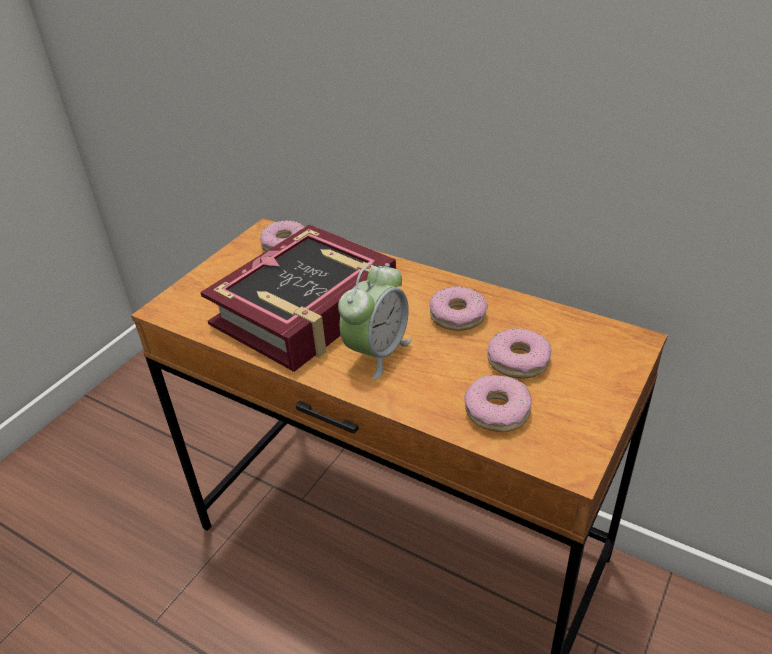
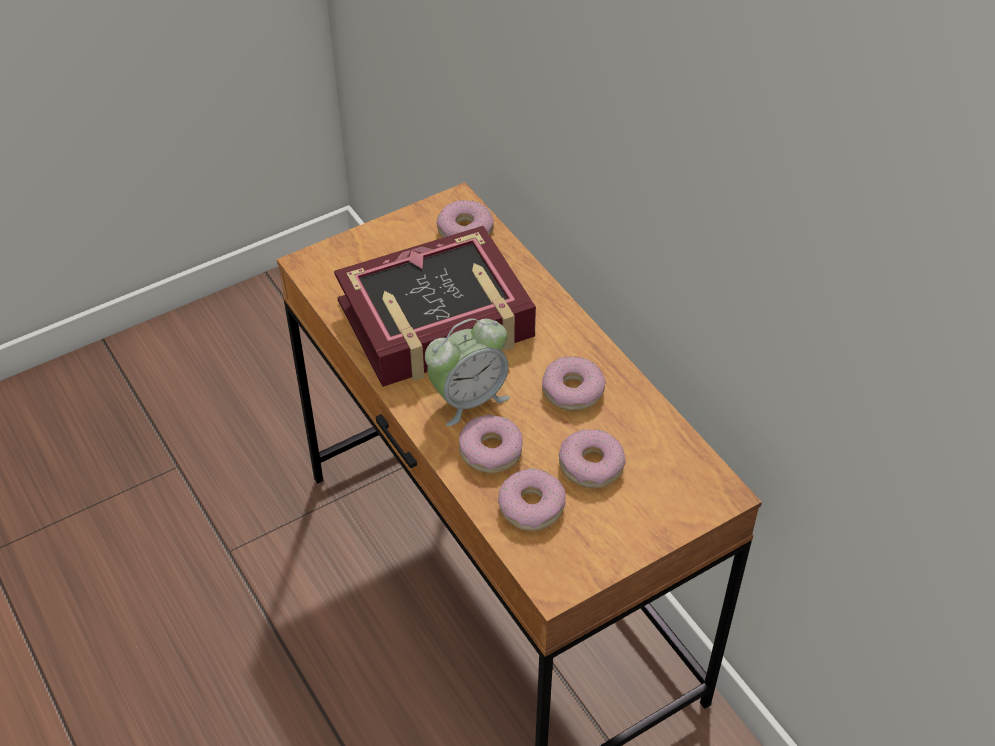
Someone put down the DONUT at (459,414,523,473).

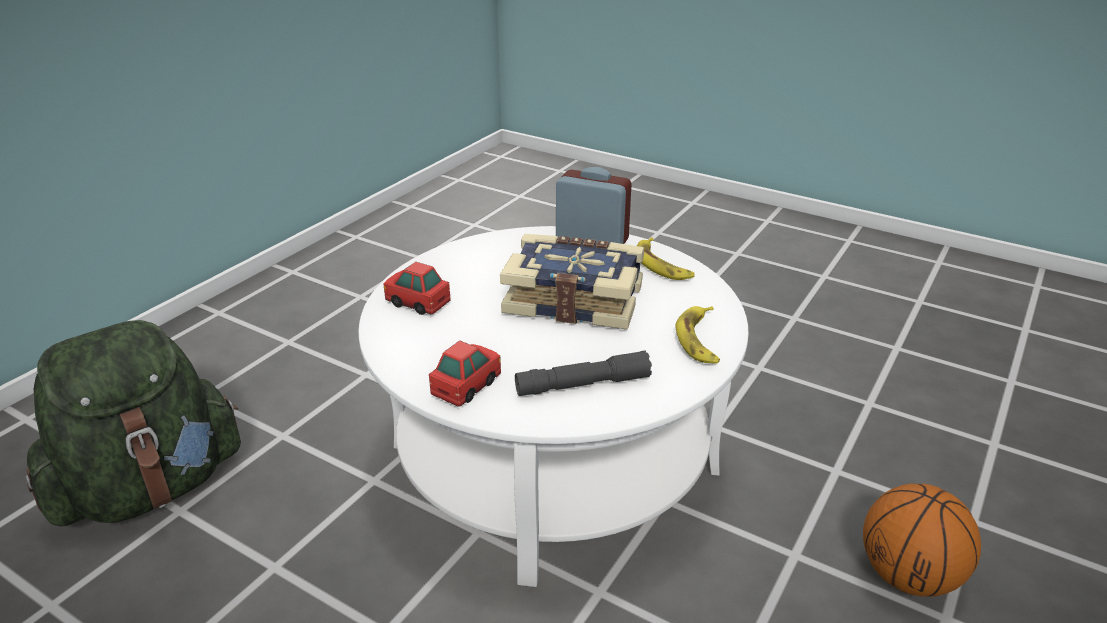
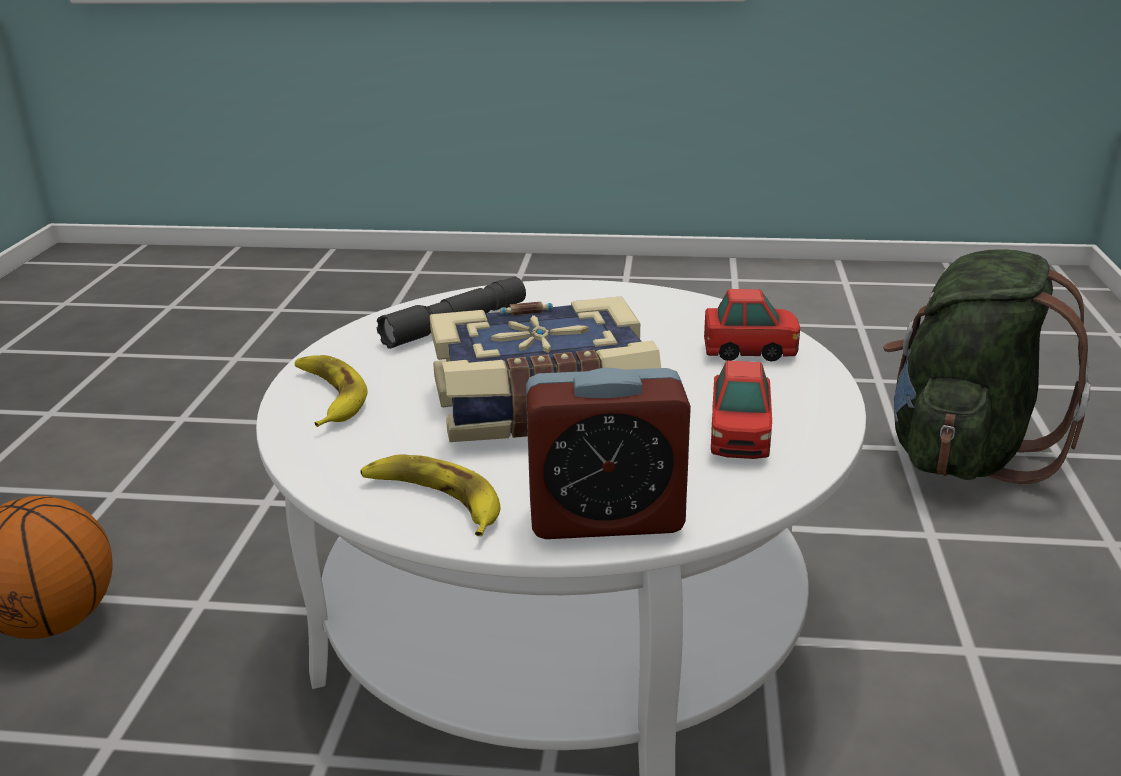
Someone carried the TOY CAR from (429,341,501,406) to (711,361,772,459).

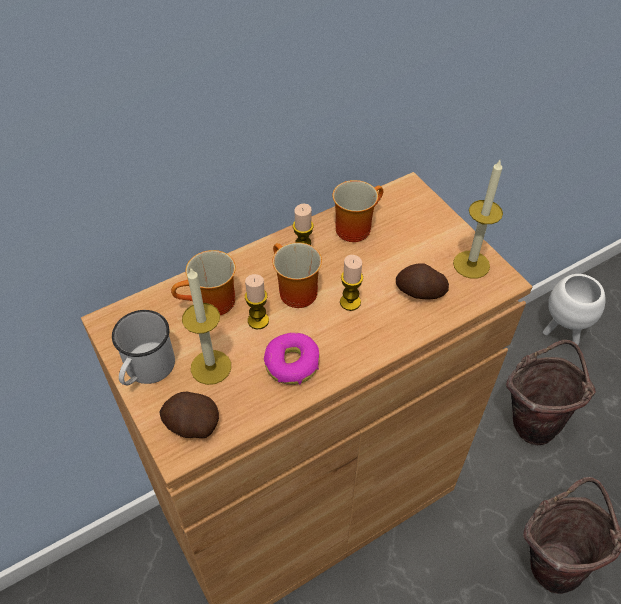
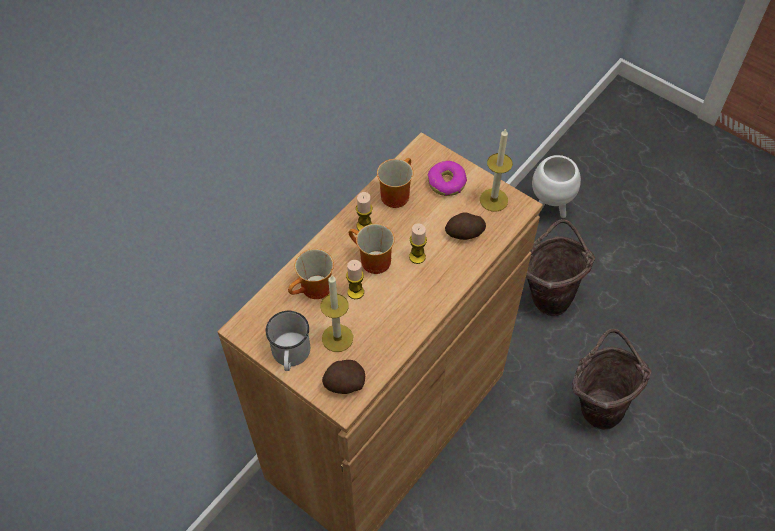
Someone carried the DONUT from (264,333,320,385) to (428,161,467,196).

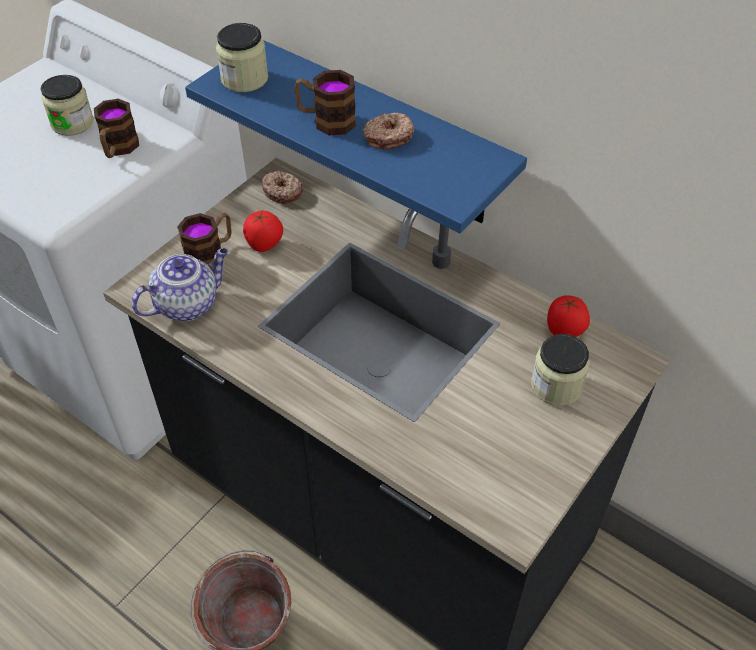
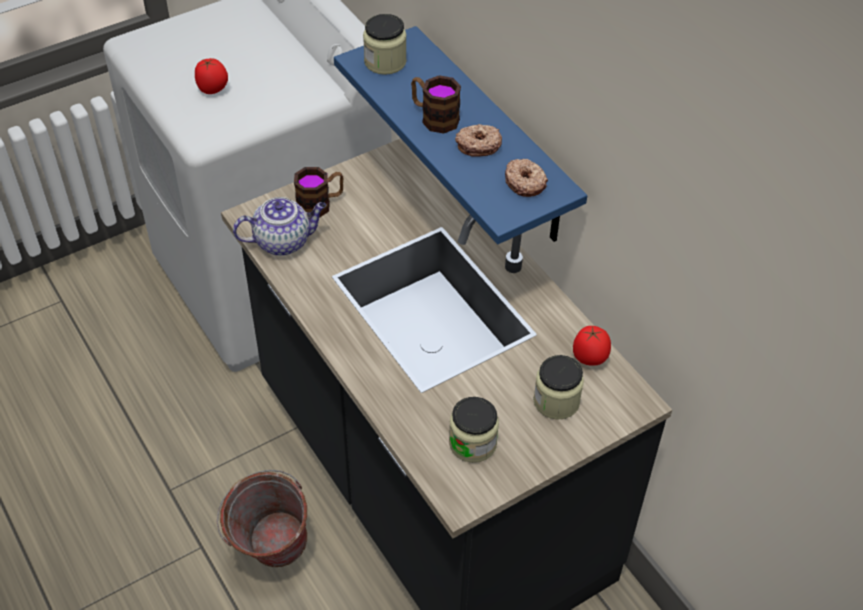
Someone carried the TOMATO from (243,211,283,252) to (195,58,228,94).
Someone carried the JAR from (40,75,94,136) to (449,397,499,463).
Someone carried the DONUT from (262,171,303,204) to (505,159,548,197).
Someone took away the COFFEE MUG at (94,99,139,158).

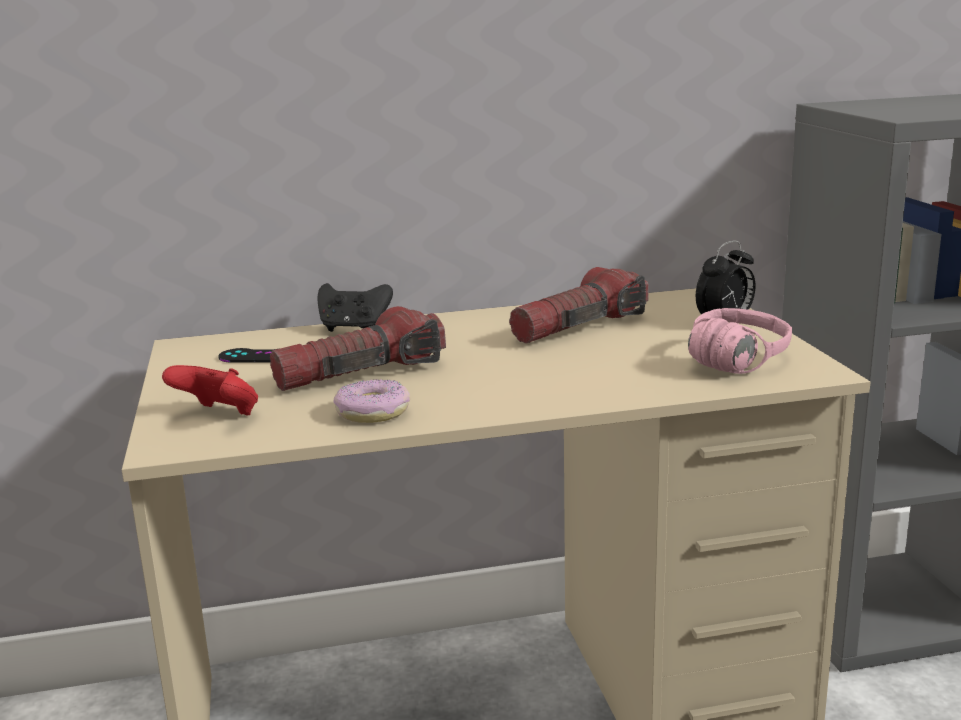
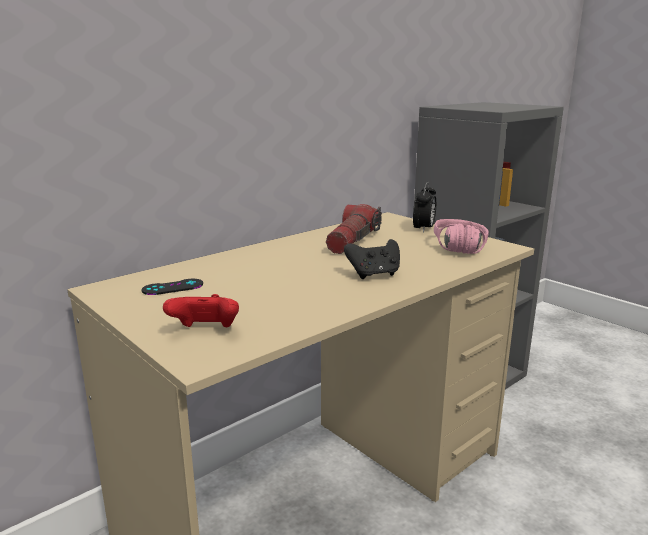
Someone carried the BLACKISH GAME CONTROLLER from (317,283,393,332) to (344,239,400,279).
Someone took away the FLASHLIGHT at (270,306,446,391).
Someone took away the DONUT at (334,379,410,423).

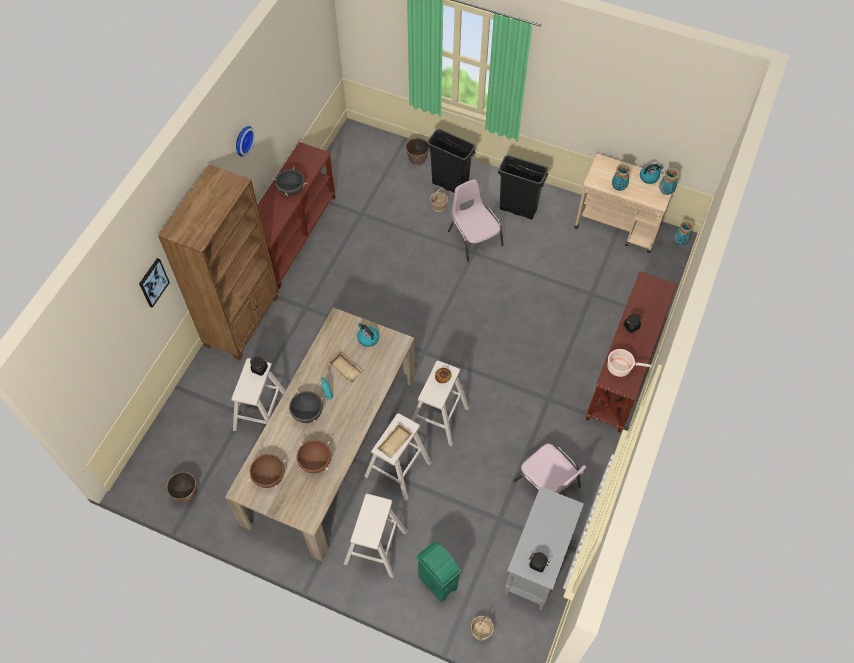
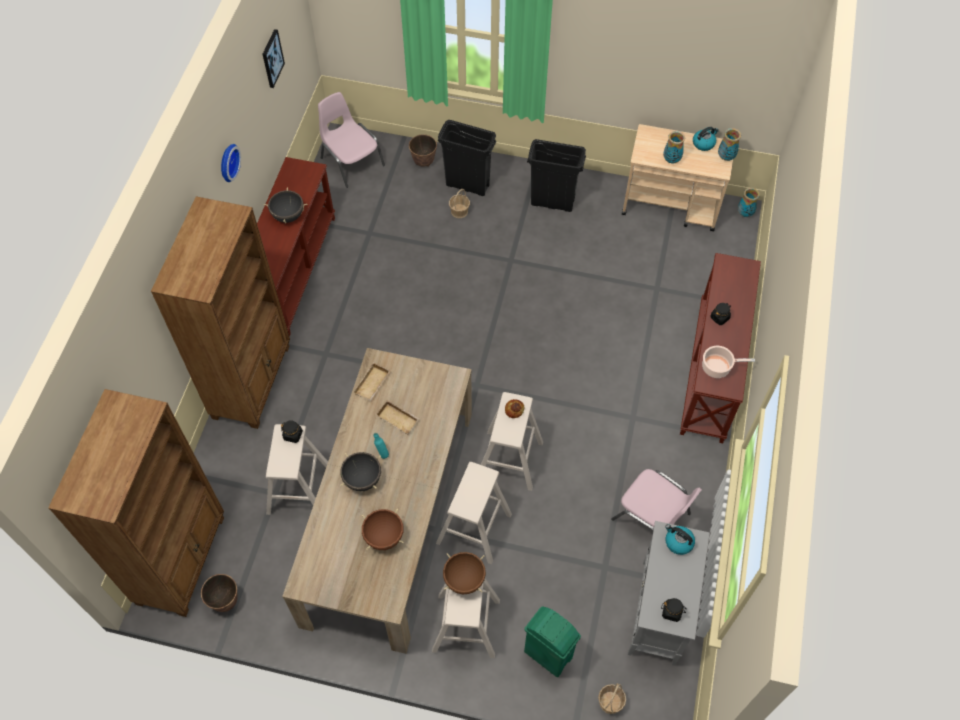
Someone put down the BROWN-COLOURED BOOKSHELF at (48,389,224,617).
Someone carried the WALL ART from (139,258,170,308) to (262,29,285,88).
Someone carried the PINK-COLOURED PLAIN CHAIR from (448,179,504,262) to (318,92,385,188).
Someone carried the SAND-COLOURED TRAY from (377,424,413,459) to (353,362,391,401).
Someone carried the BROWN-COLOURED SAUCEPOT from (247,453,286,488) to (443,552,486,594).
Someone carried the KETTLE from (357,323,379,347) to (665,524,695,555).

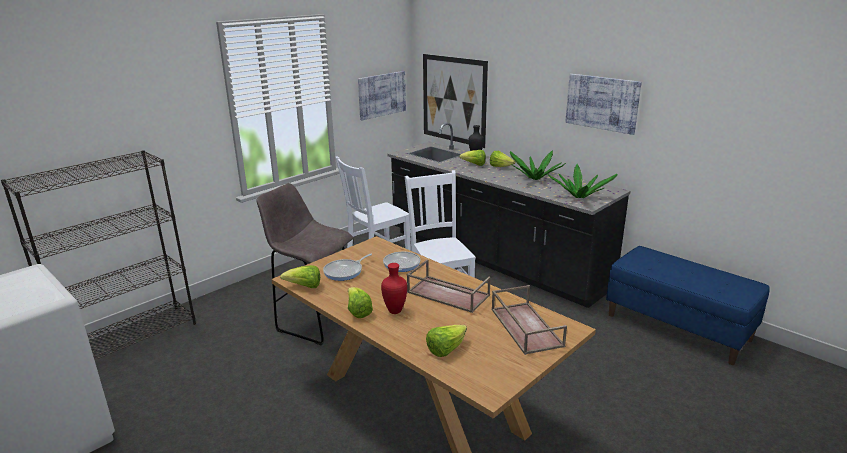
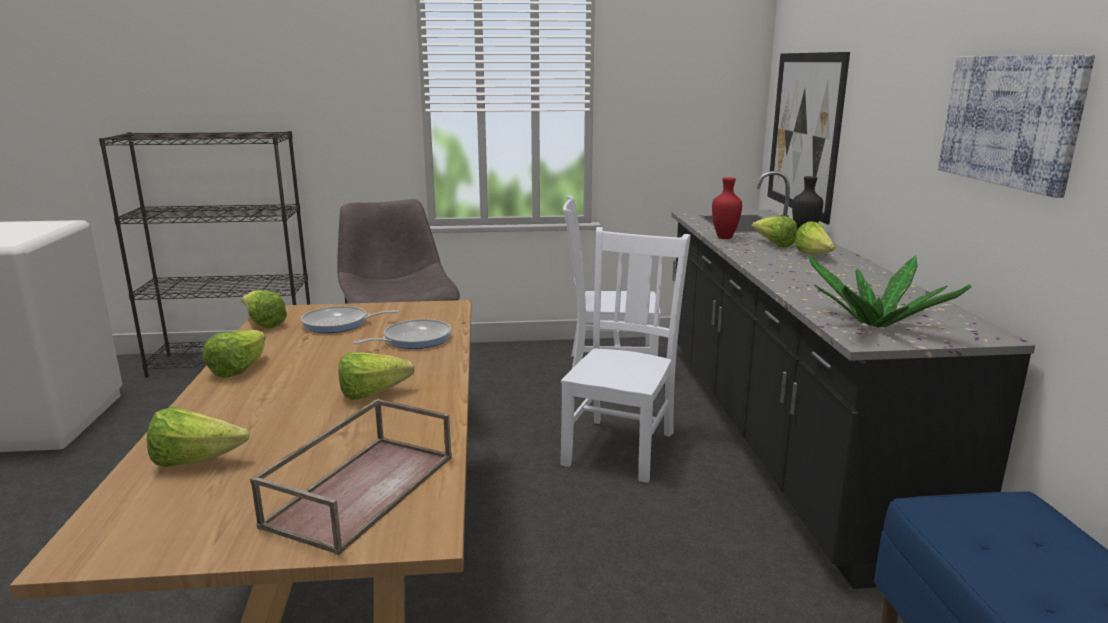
Someone swapped the BROWN-COLOURED TRAY at (407,260,491,313) for the HEAD OF LETTUCE at (338,352,415,400).
Someone carried the RED-COLOURED FLOWER VASE from (381,263,407,314) to (712,177,742,239).
Someone took away the WALL ART at (358,71,406,120).
Someone took away the PLANT IN A POT at (510,150,566,180).

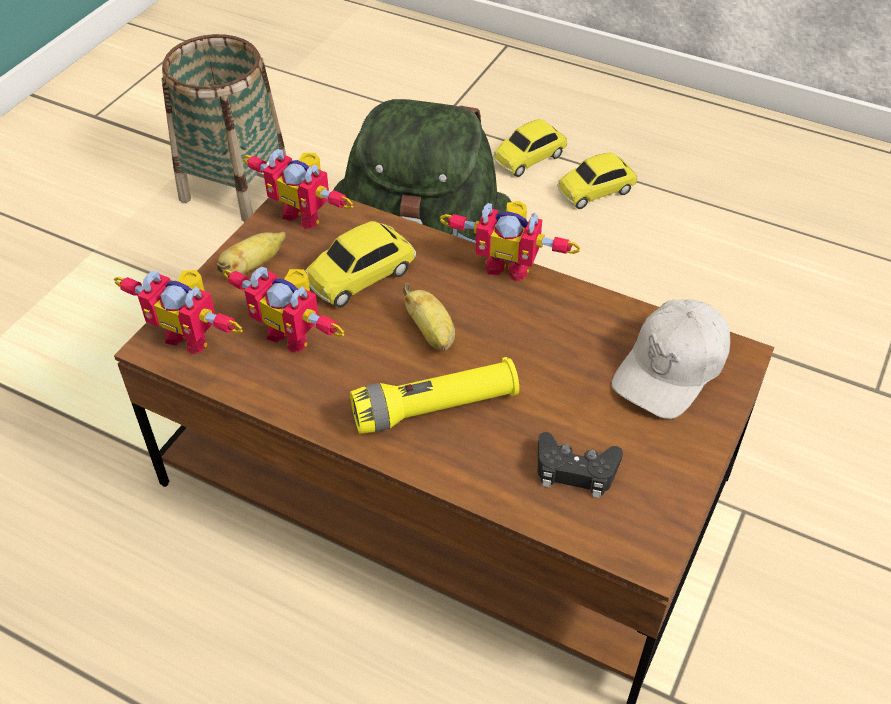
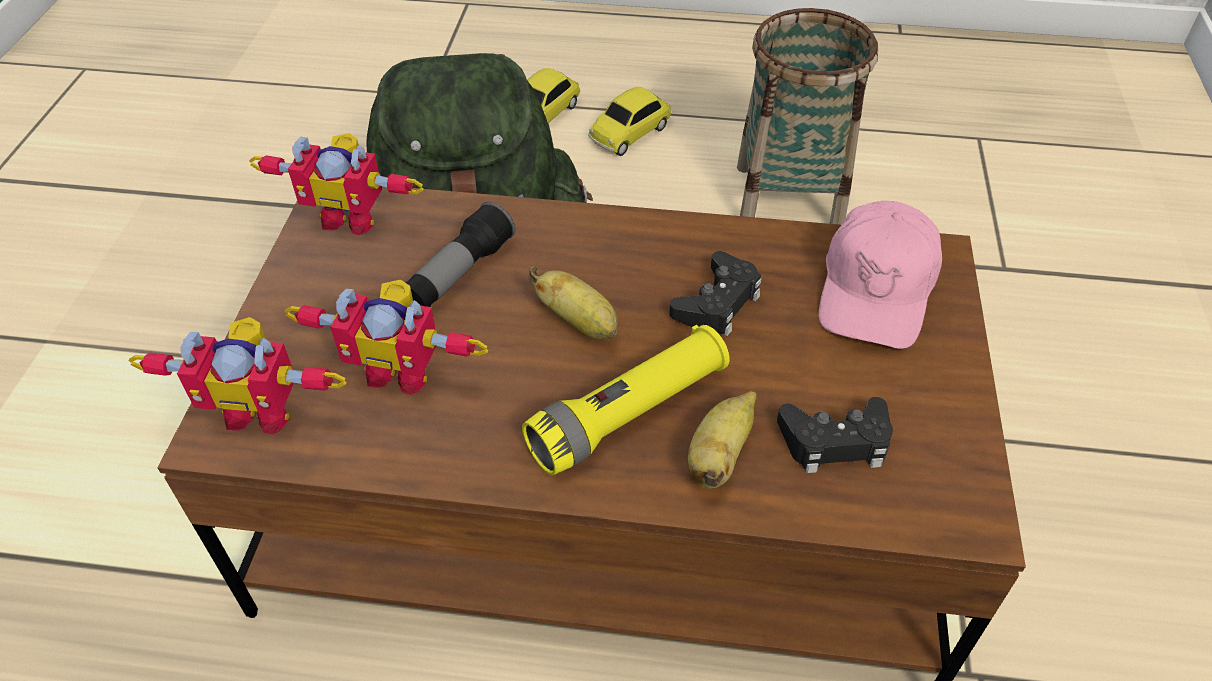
Someone swapped the TOY CAR at (305,221,416,308) for the FLASHLIGHT at (405,202,515,307).
Someone put down the BLACKISH GAME CONTROLLER at (669,251,761,336).
Someone carried the WHOLE BANANA from (217,231,286,275) to (688,391,757,489).
Someone carried the STORAGE BASKET from (162,34,286,222) to (737,8,878,225).
Someone repainted the WHITISH CAP at (612,299,731,419), which became the PINK-COLOURED CAP at (818,201,942,349).
Someone took away the MODEL ROBOT at (440,201,580,282).

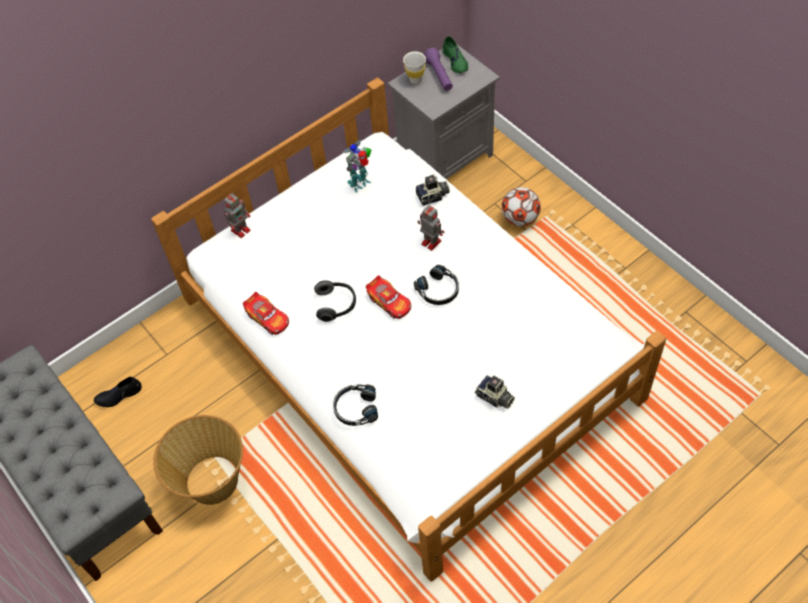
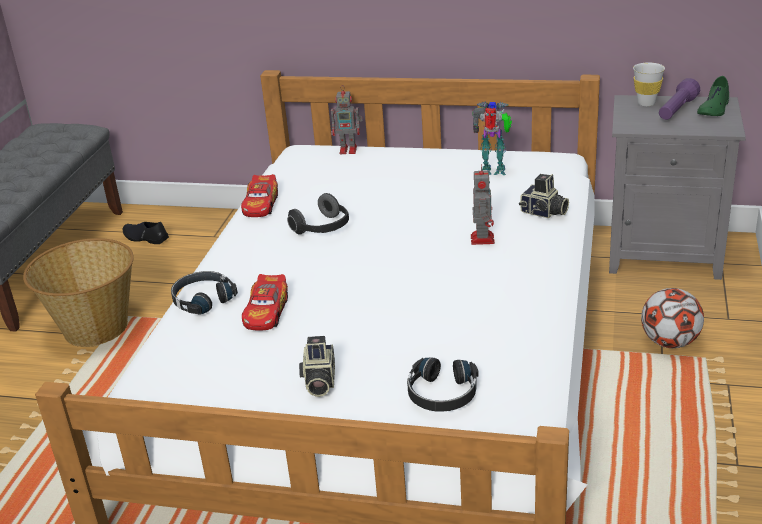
Someone carried the TOY CAR from (366,275,411,319) to (242,274,288,331).
Someone carried the BLACKISH HEADPHONES from (414,265,459,305) to (407,358,479,412).

